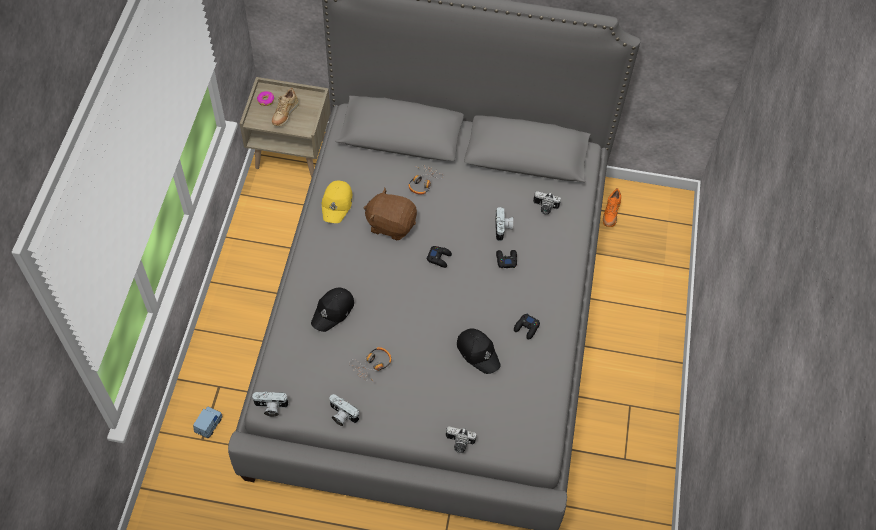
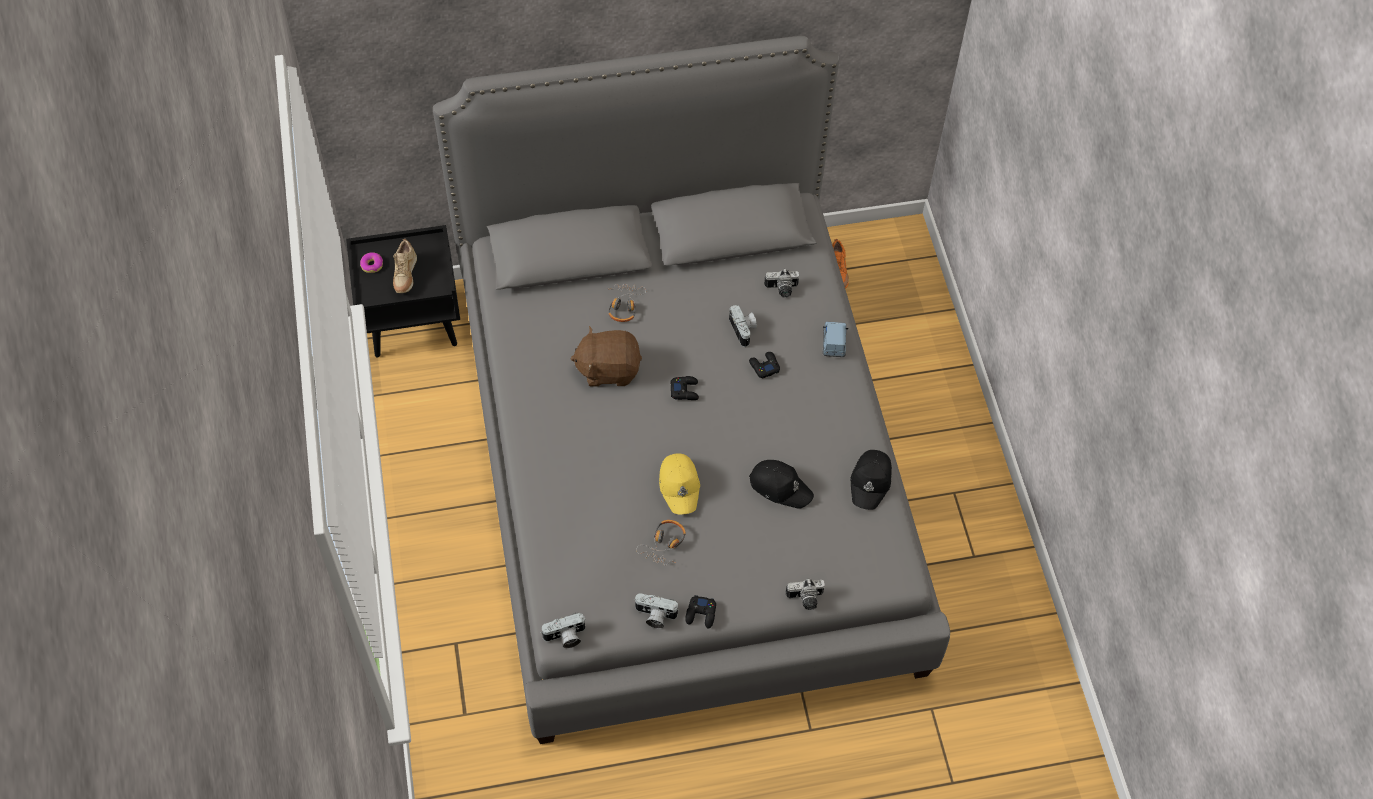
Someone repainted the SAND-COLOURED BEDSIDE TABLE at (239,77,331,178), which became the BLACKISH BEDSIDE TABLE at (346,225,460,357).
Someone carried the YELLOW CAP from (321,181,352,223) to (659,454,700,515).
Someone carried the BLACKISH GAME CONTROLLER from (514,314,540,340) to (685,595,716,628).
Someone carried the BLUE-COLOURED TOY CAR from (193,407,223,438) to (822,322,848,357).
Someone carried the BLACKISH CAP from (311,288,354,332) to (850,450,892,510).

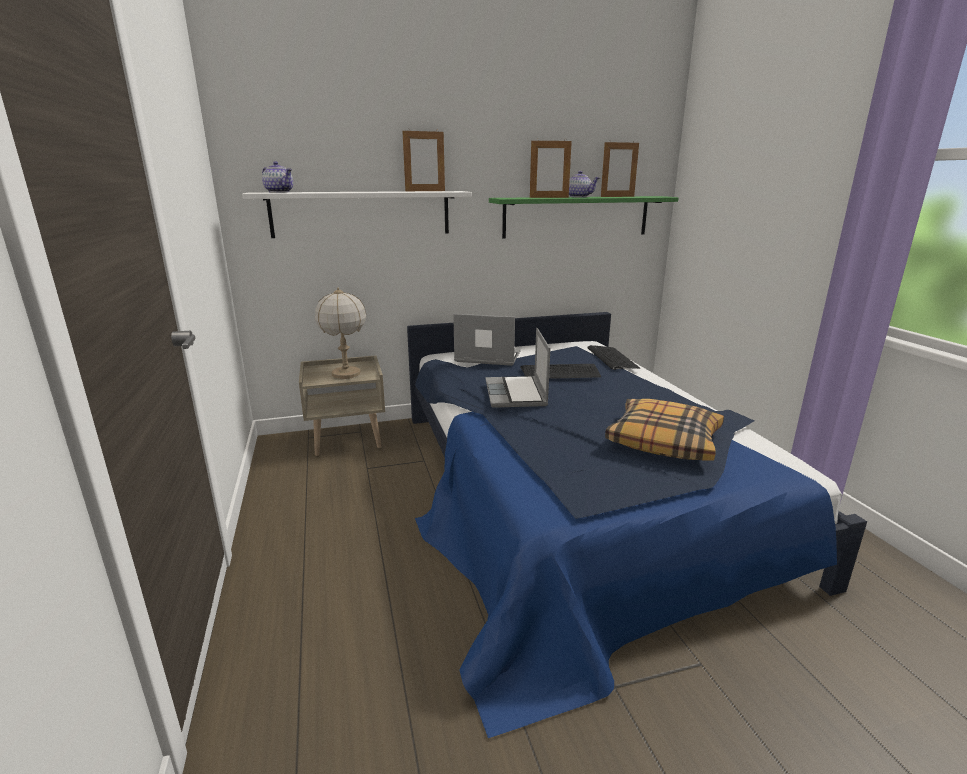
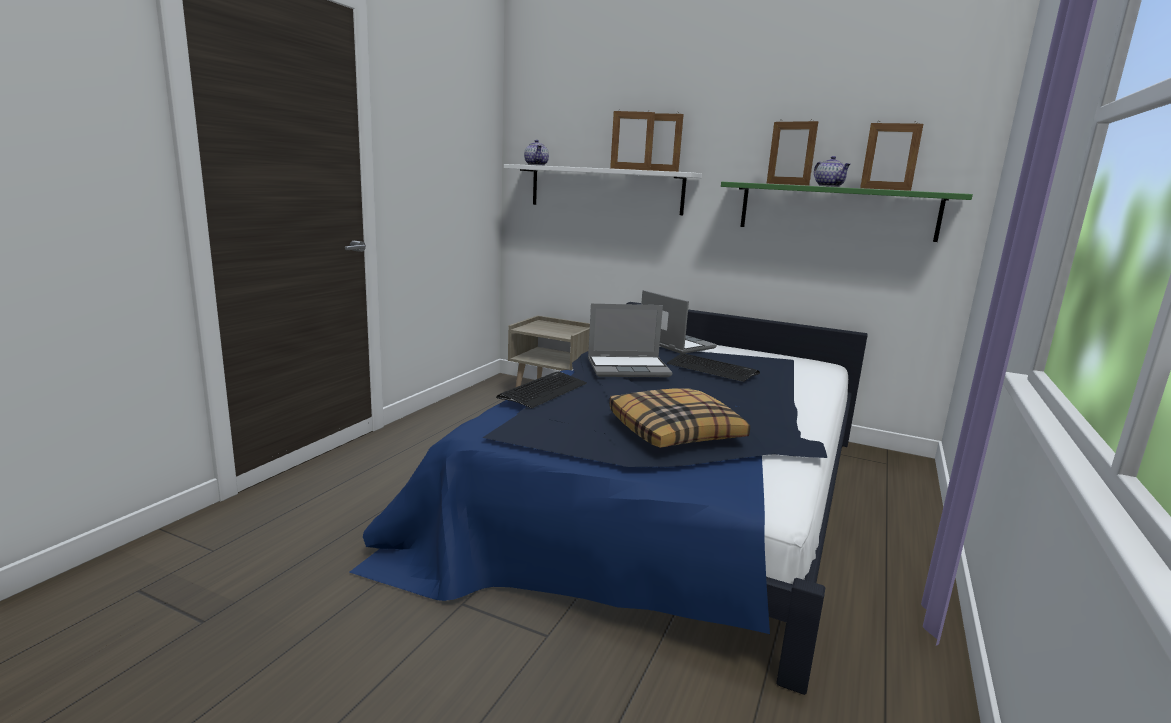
Someone carried the KEYBOARD from (587,345,640,370) to (496,371,587,408).
Someone rotated the PORTABLE COMPUTER at (486,328,550,408) by 135 degrees counterclockwise.
Someone put down the PICTURE FRAME at (610,109,655,170).
Someone took away the TABLE LAMP at (315,288,366,379).

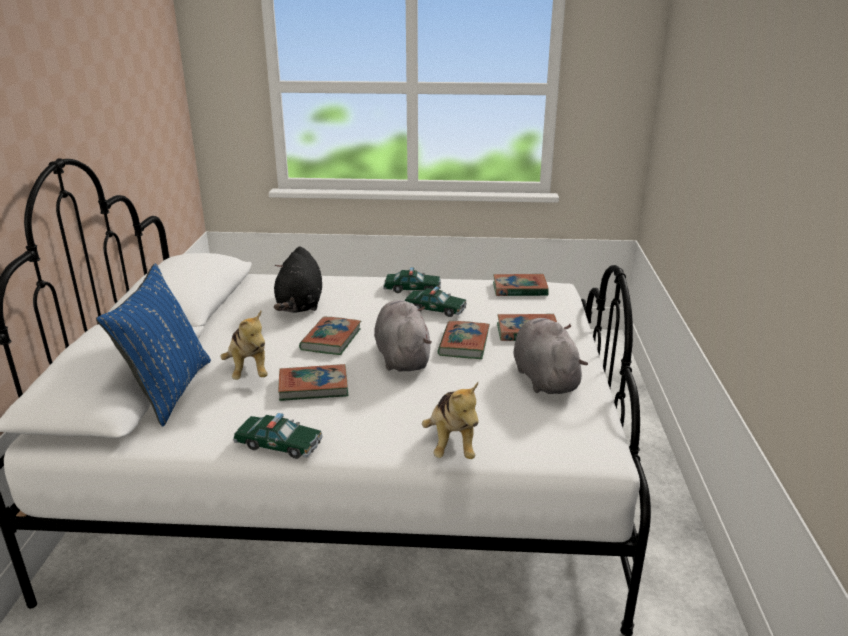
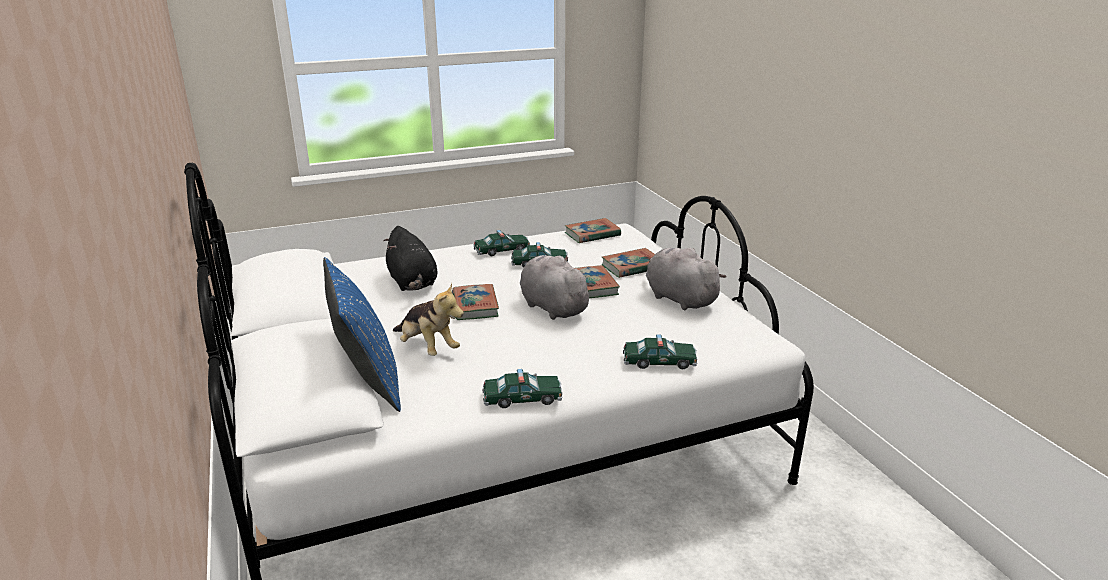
Someone swapped the SOFT TOY at (422,382,479,459) for the TOY CAR at (623,334,697,369).
Someone took away the BOUND BOOK at (278,364,348,401).

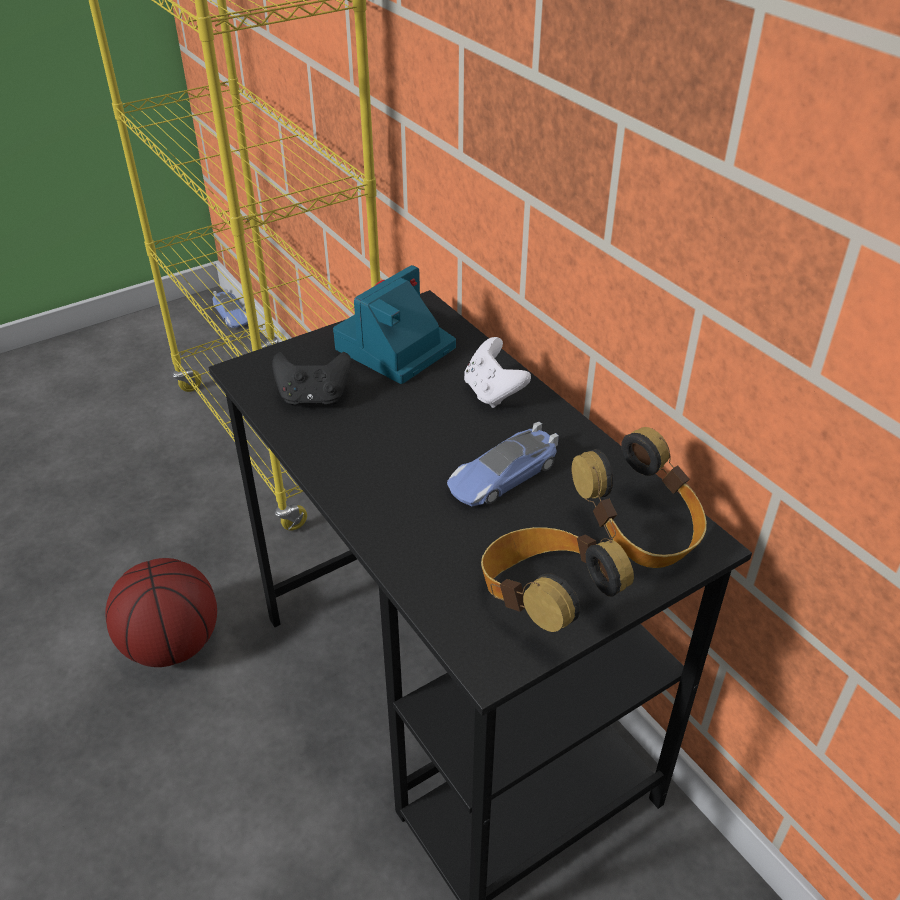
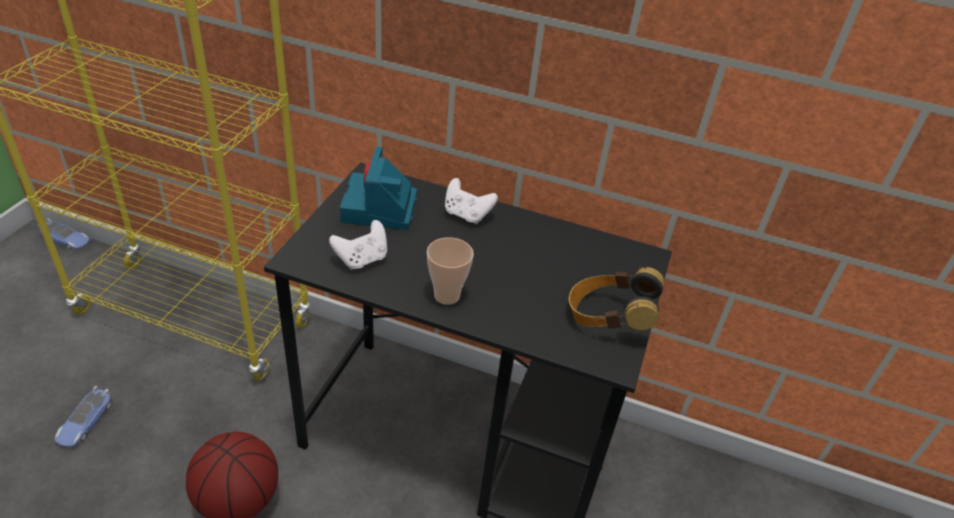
Someone carried the TOY CAR from (447,422,559,506) to (55,386,112,447).
Someone repainted the BLACKISH GAME CONTROLLER at (272,352,351,405), which became the WHITISH GAME CONTROLLER at (329,220,387,270).
Someone put down the CUP at (427,237,474,305).
Someone took away the HEADPHONES at (571,427,707,568).

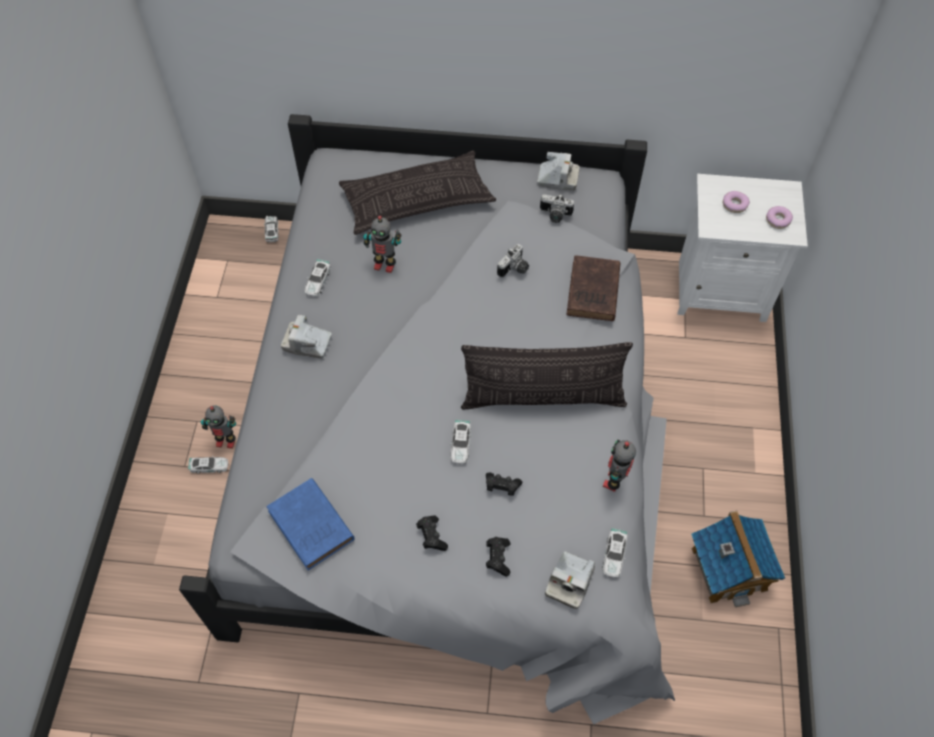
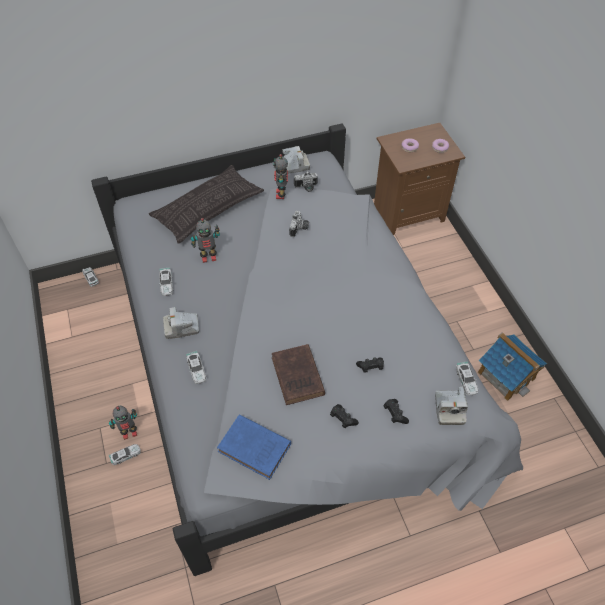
Someone carried the TOY CAR from (450,419,471,464) to (186,351,206,384).
Someone carried the BROWN-COLOURED BOUND BOOK from (566,255,620,321) to (272,344,325,405).
Someone carried the MODEL ROBOT from (603,440,636,492) to (273,154,288,199).
Someone repainted the WHITISH BEDSIDE TABLE at (677,174,808,322), which became the BROWN-COLOURED BEDSIDE TABLE at (374,123,465,235).
Someone took away the PILLOW at (461,342,633,409).

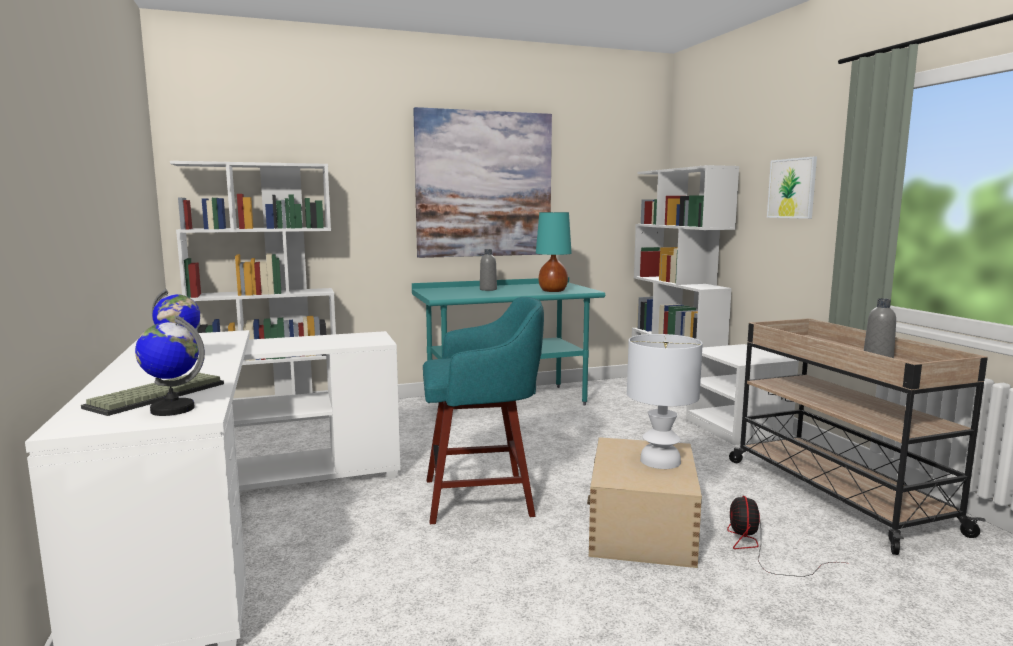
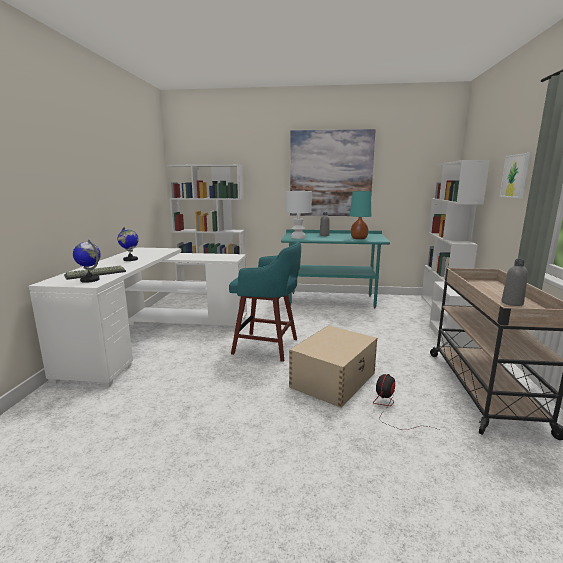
Someone carried the WHITISH TABLE LAMP from (627,334,703,469) to (285,191,312,239).

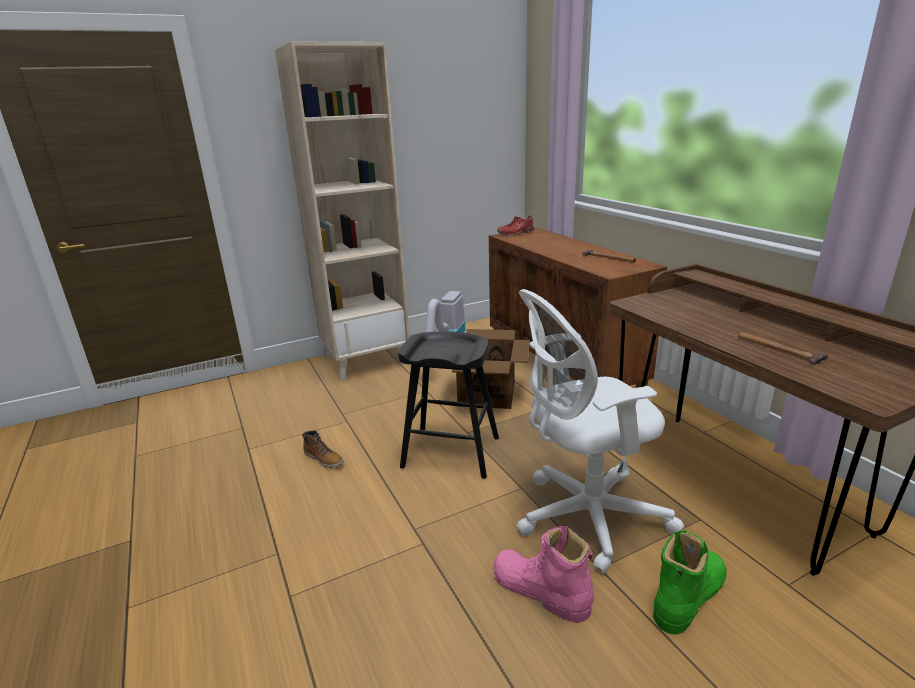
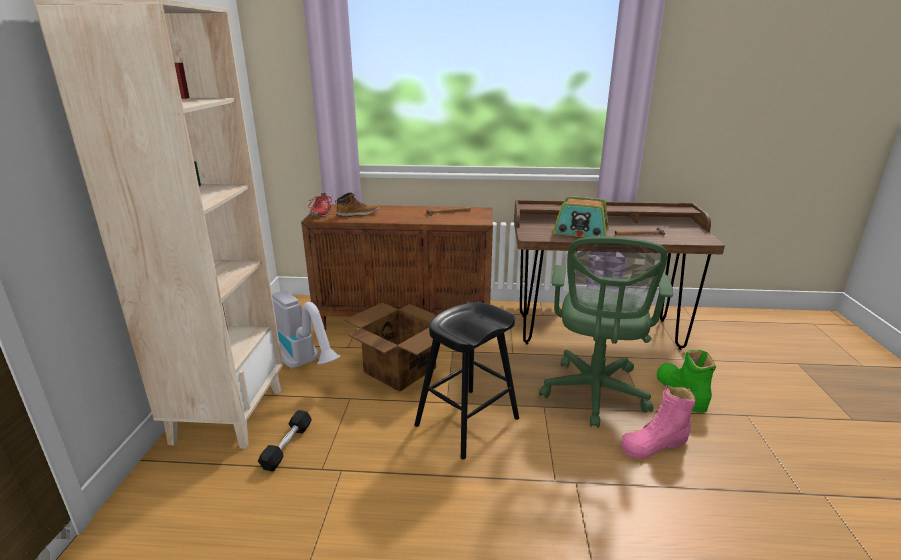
Someone put down the BLACKISH HAND WEIGHT at (258,410,312,472).
Someone carried the BOOT from (302,430,343,468) to (335,193,379,217).
Someone repainted the WHITISH OFFICE CHAIR at (517,289,684,574), which became the GREEN OFFICE CHAIR at (539,236,673,428).
Someone put down the RADIO at (553,196,609,237).

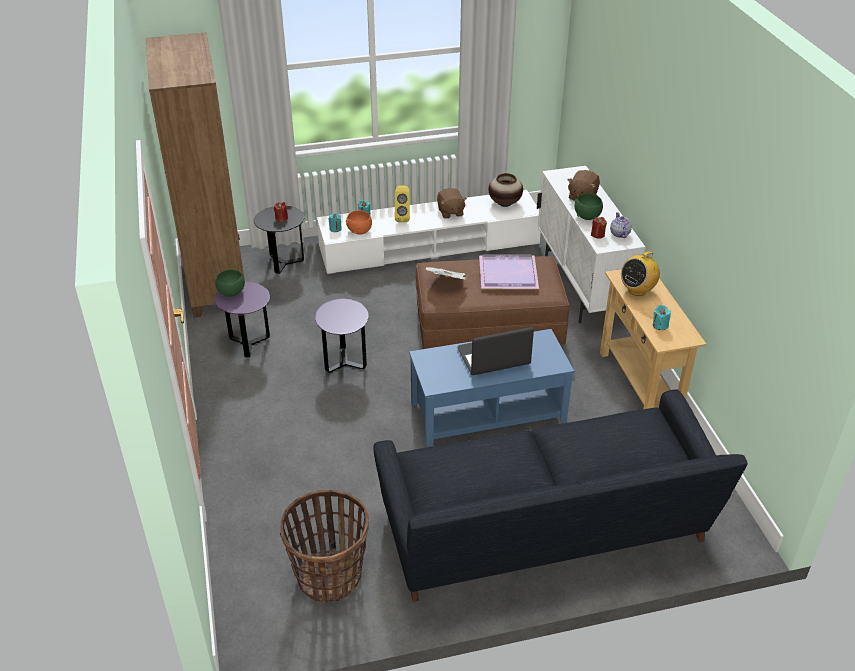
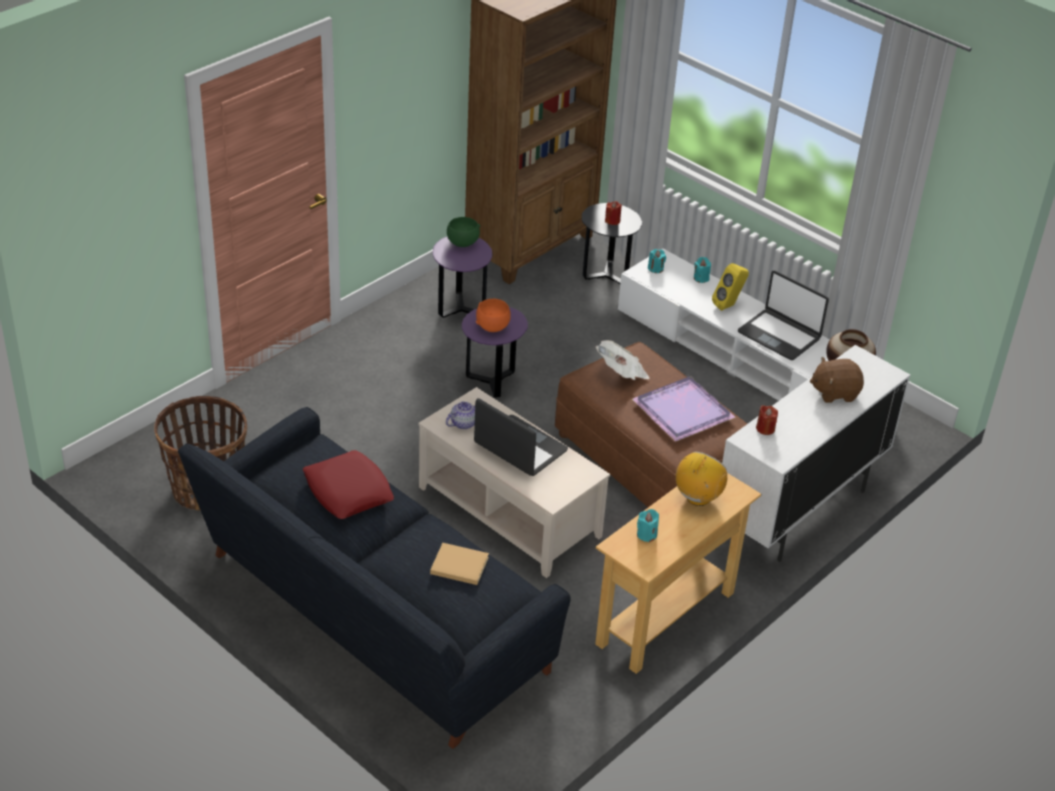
Someone put down the RED-COLOURED PILLOW at (303,450,394,519).
Someone repainted the BLUE-COLOURED LOW TABLE at (409,329,574,447), which became the SAND-COLOURED LOW TABLE at (418,387,610,578).
Someone put down the SAND-COLOURED BOUND BOOK at (430,543,489,585).
Someone carried the POT FOR TEA from (610,212,632,238) to (446,399,482,429).
Someone carried the ORANGE DEEP DISH from (346,210,372,235) to (476,299,511,332).
Someone rotated the RADIO at (621,249,660,296) by 105 degrees clockwise.
Someone swapped the BROWN-COLOURED SOFT TOY at (437,188,467,219) for the PORTABLE COMPUTER at (738,270,829,360).
Someone took away the GREEN DEEP DISH at (574,193,603,220).

